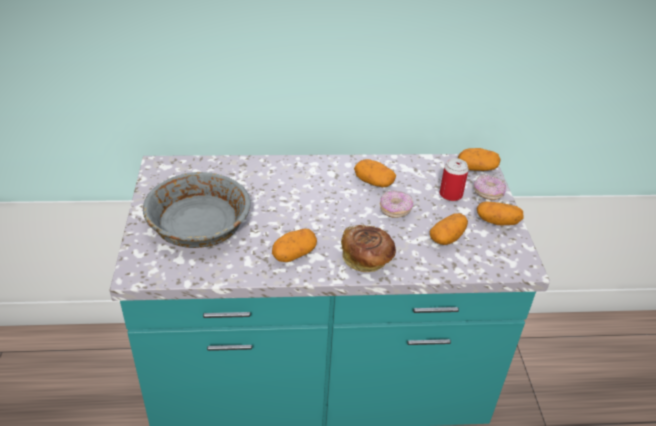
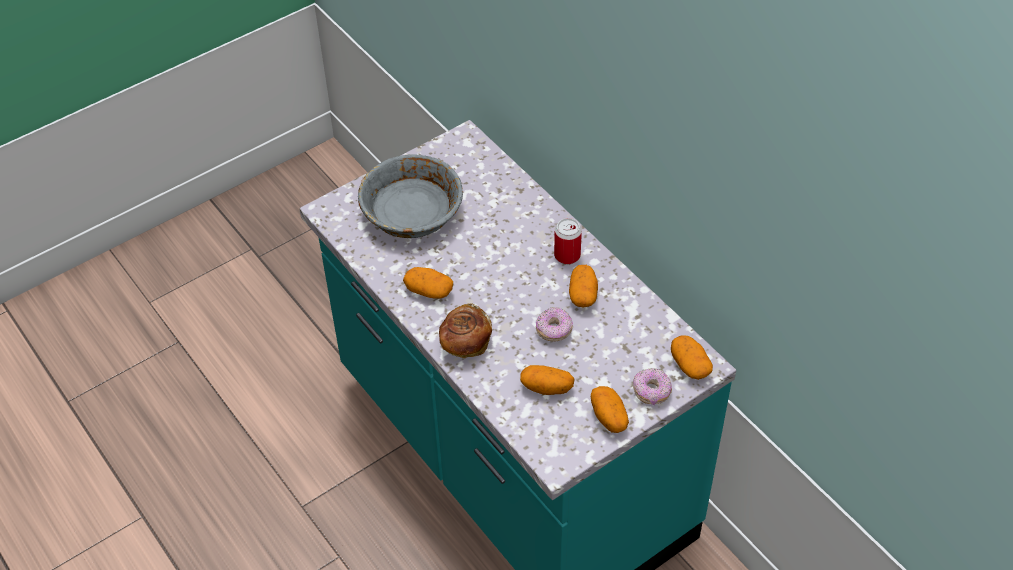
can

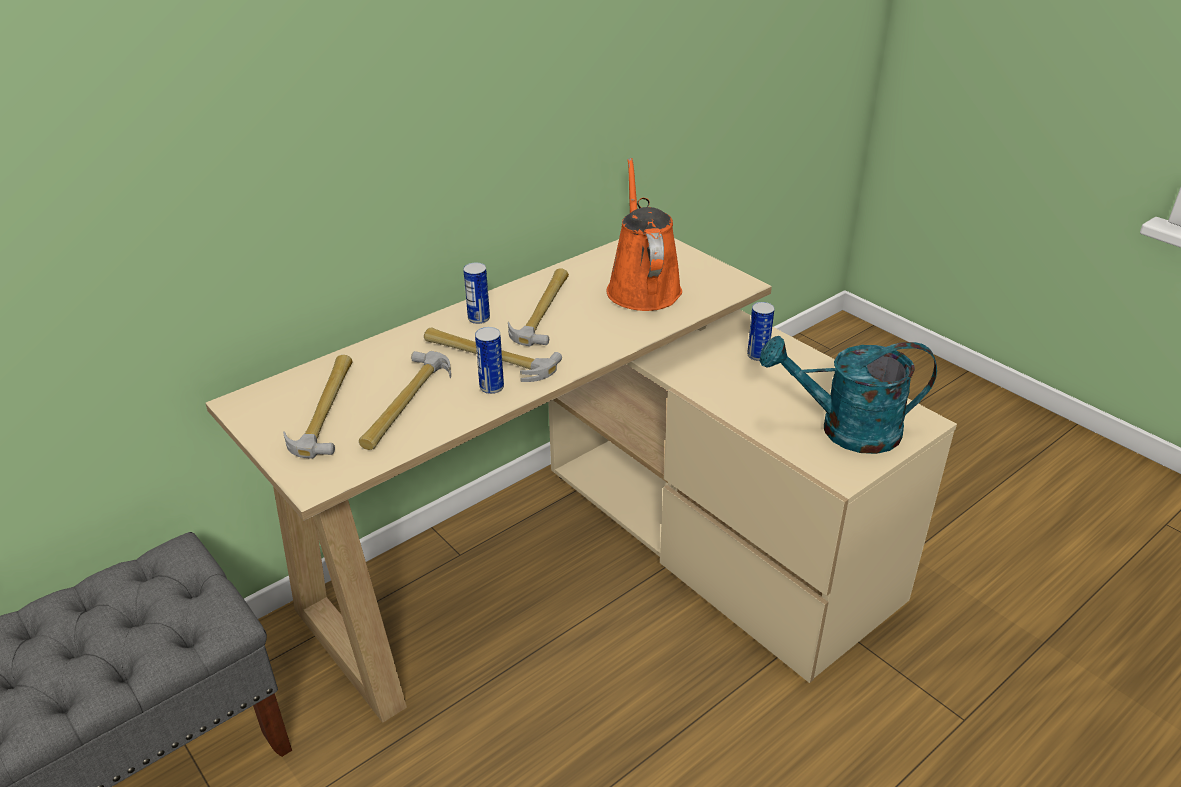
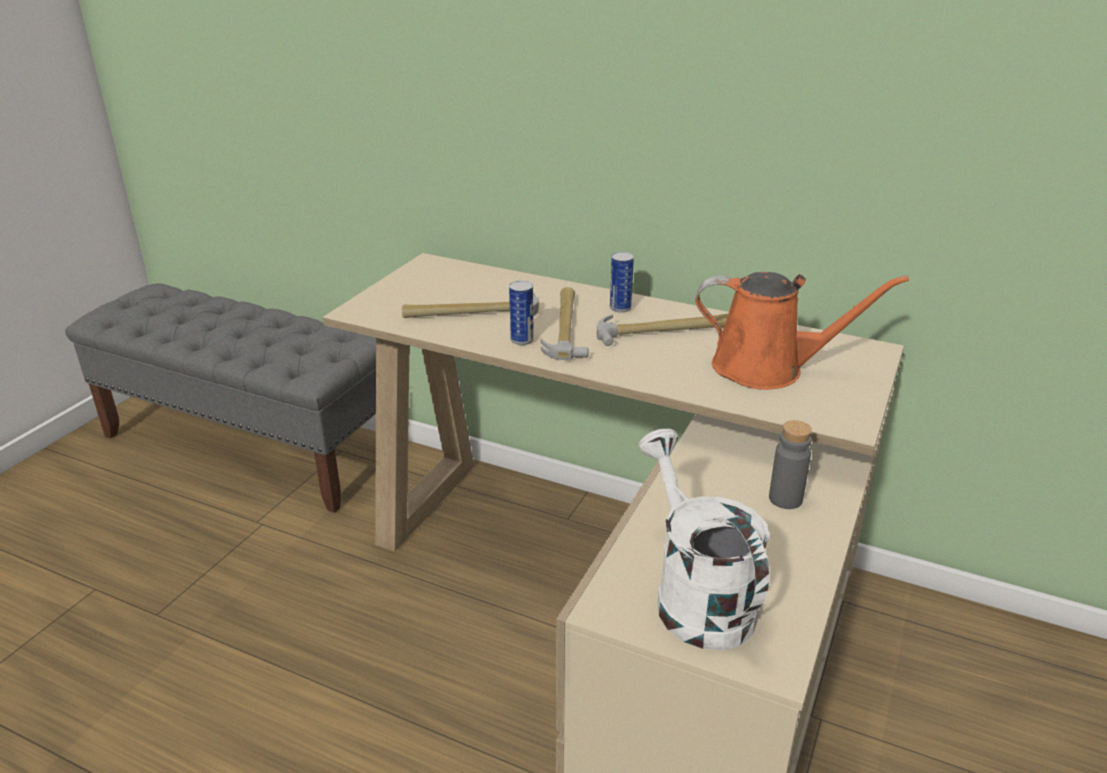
hammer (1st from left in the first image)
watering can/orange
bottle/grey
watering can/white

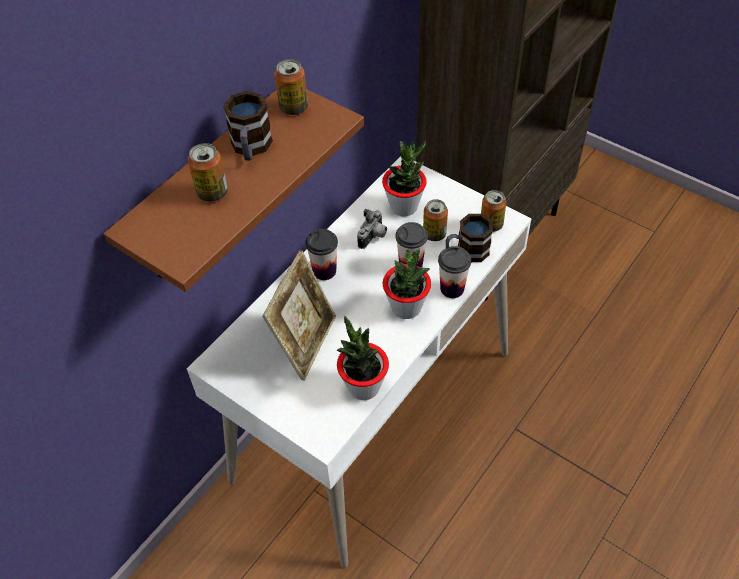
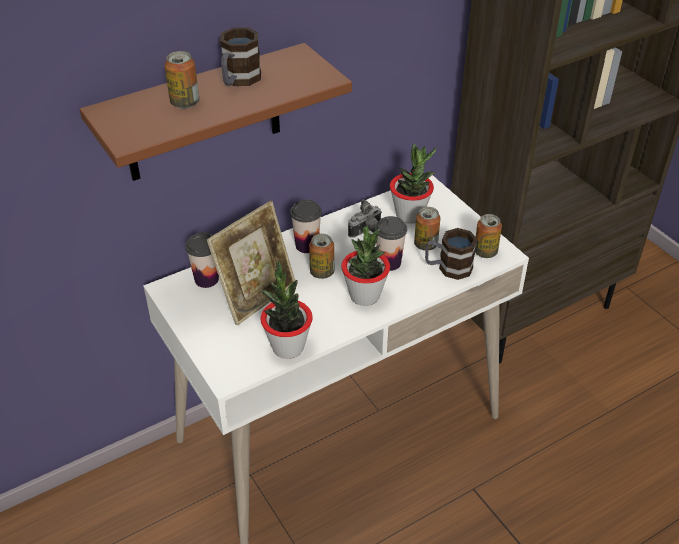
can (2nd from left)
cup (1st from left)

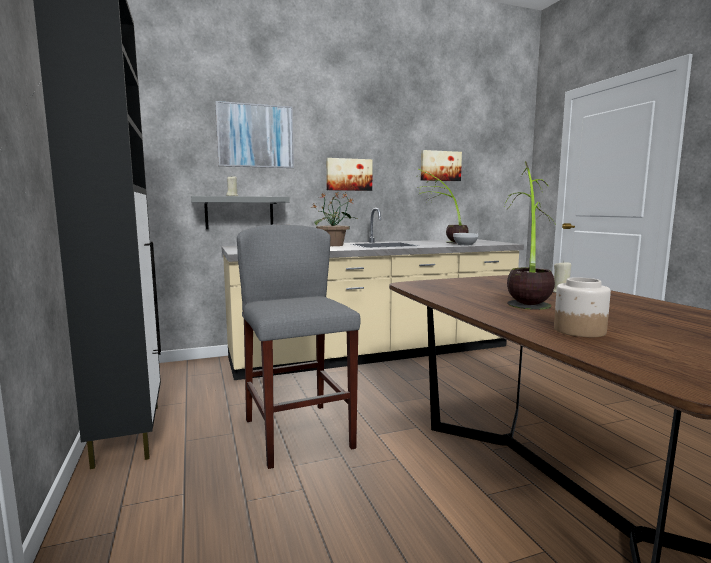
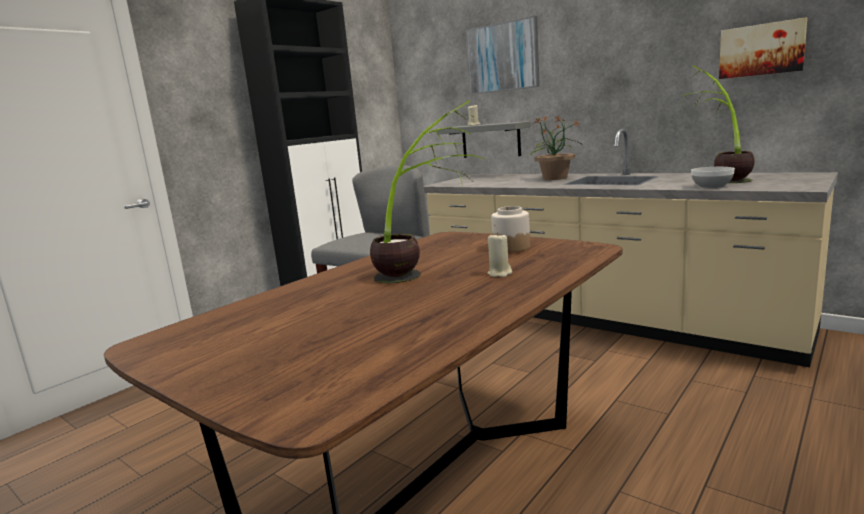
picture (2nd from left in the first image)
jar

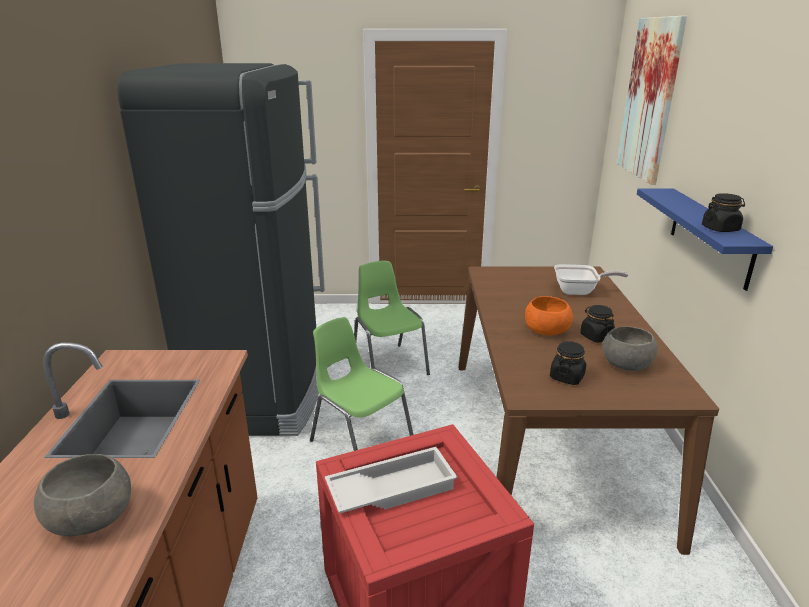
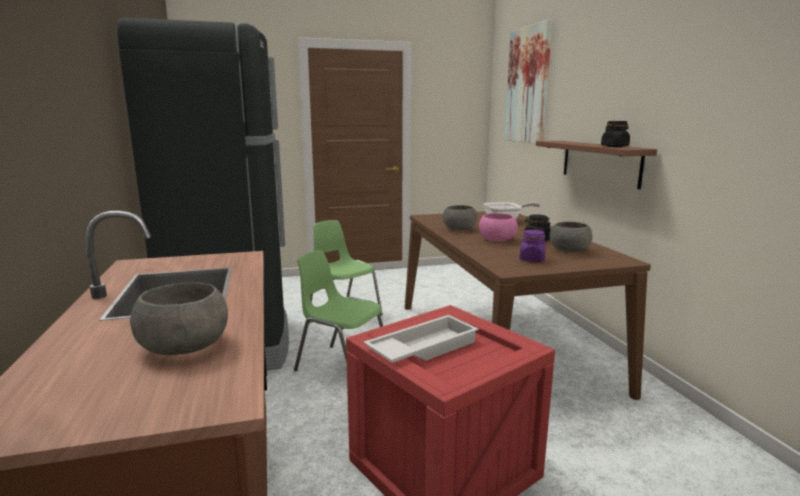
bowl/pink
jar/purple
shelf/brown
bowl/grey (2nd from left)

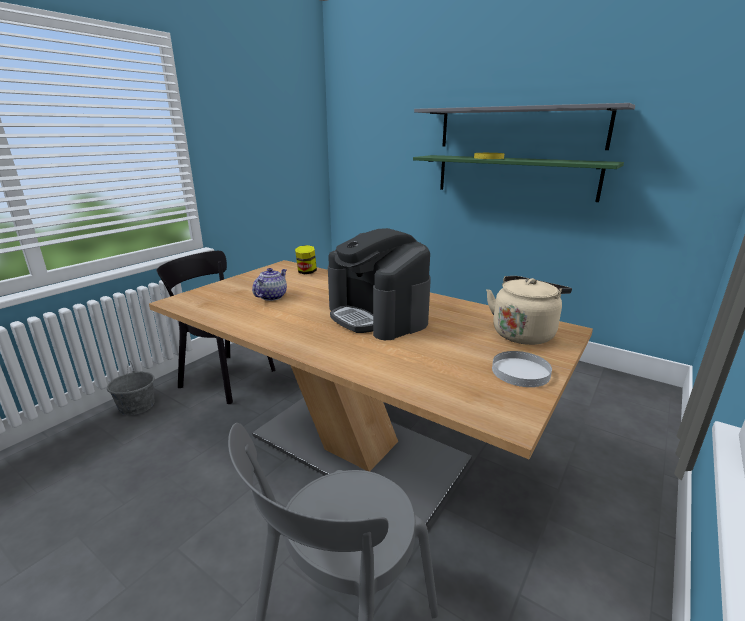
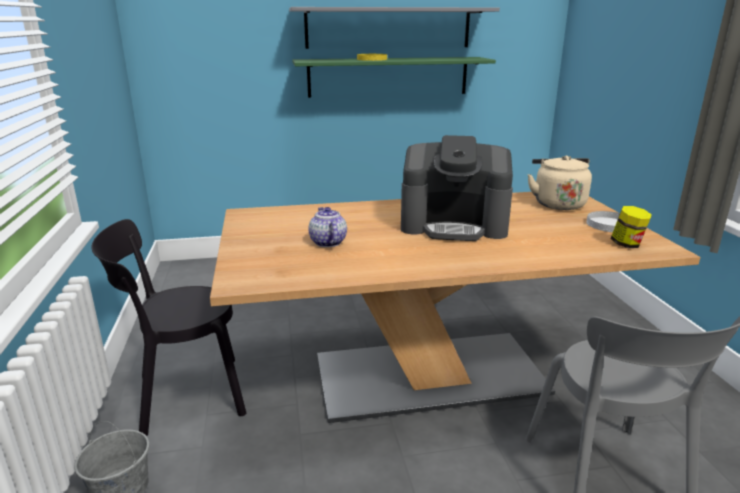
jar

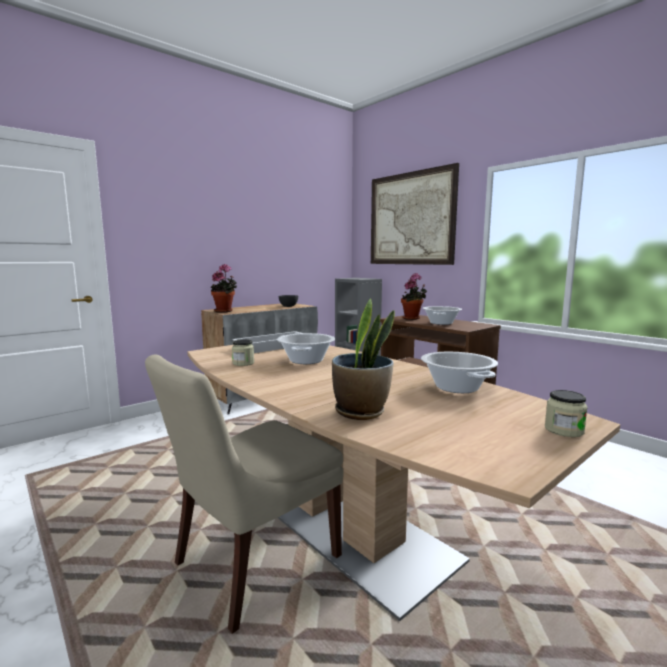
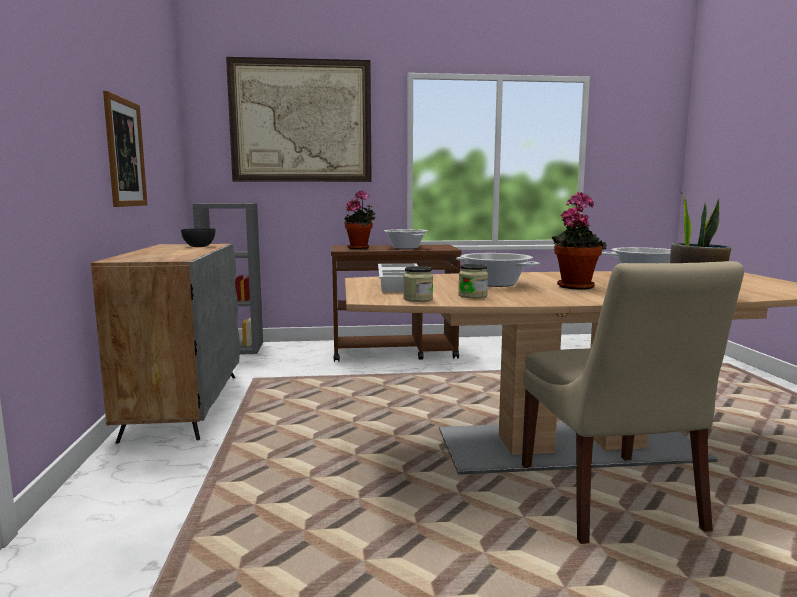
potted plant (2nd from left)
jar (1st from left)
picture (1st from left)

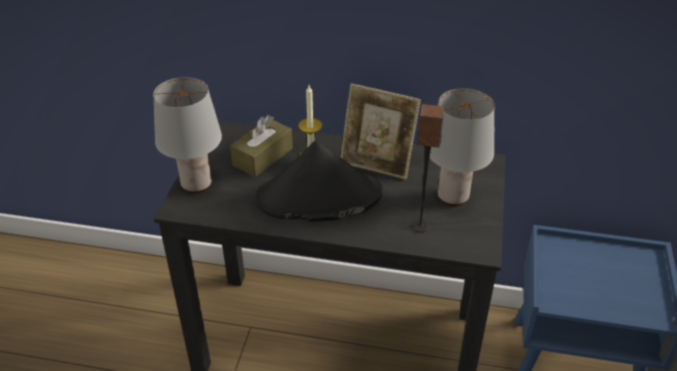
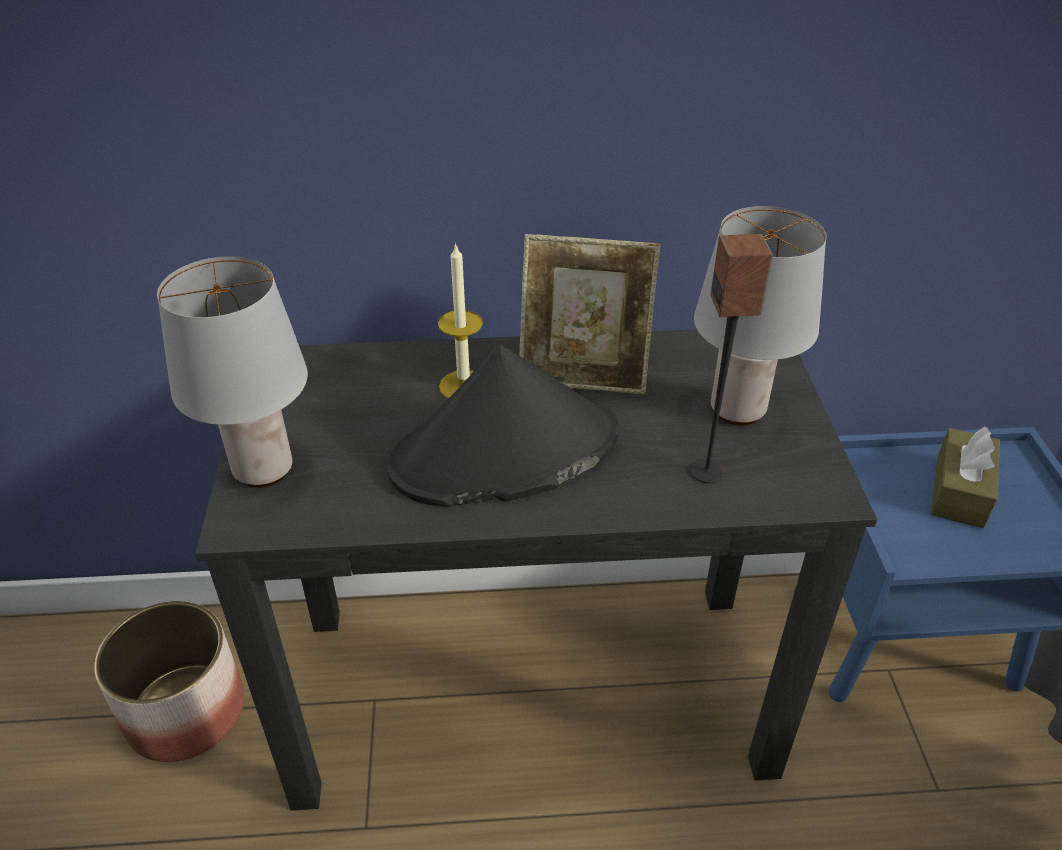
tissue box/brown
planter

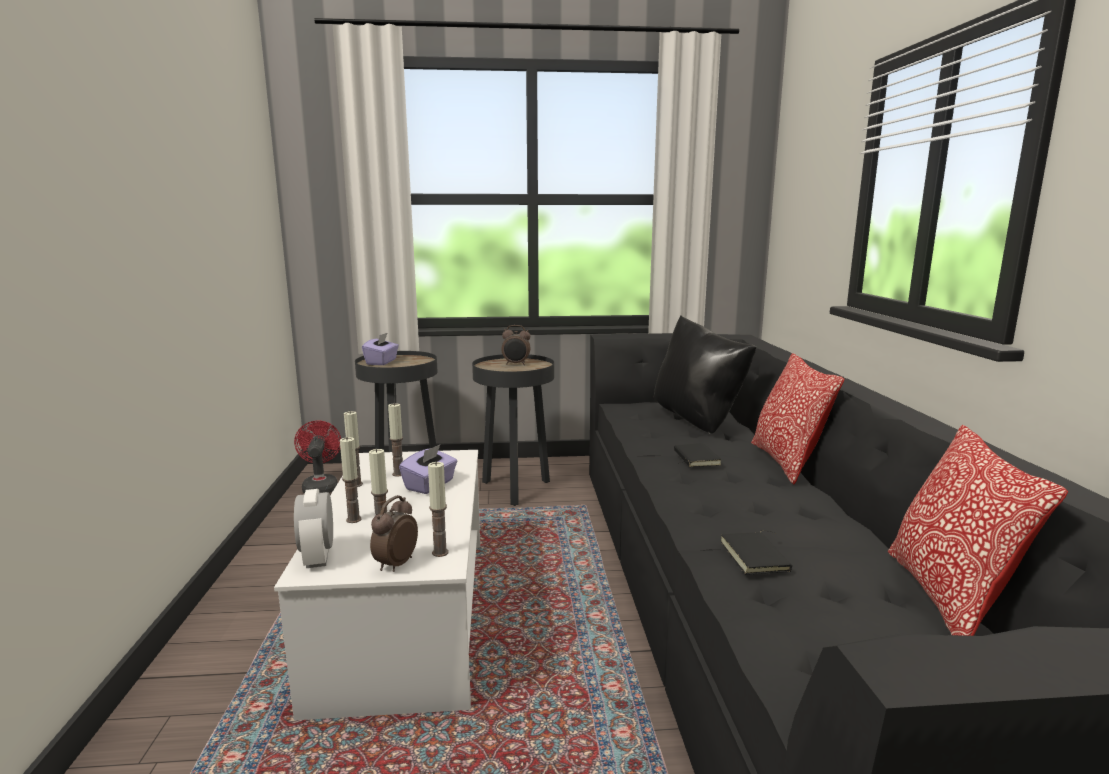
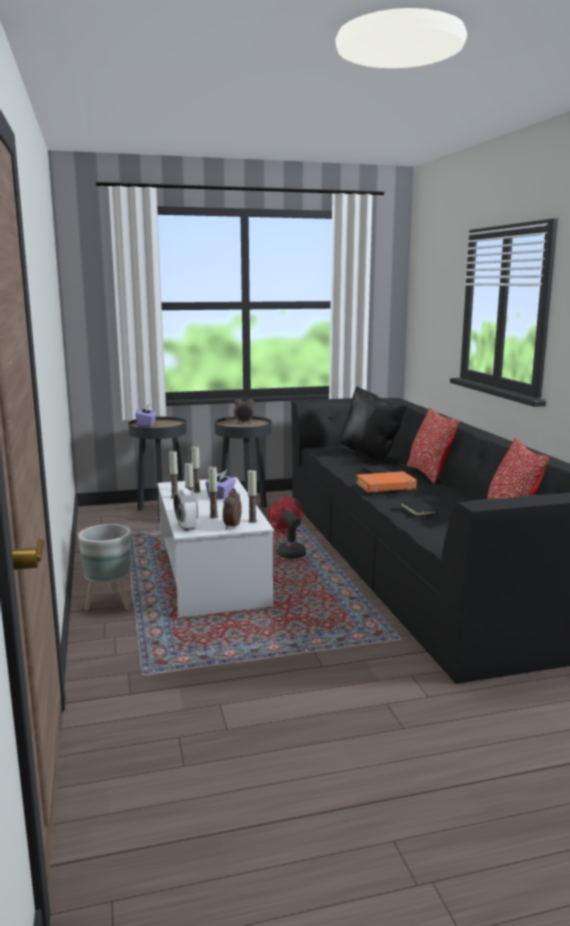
fan/red
planter/grey
book/orange

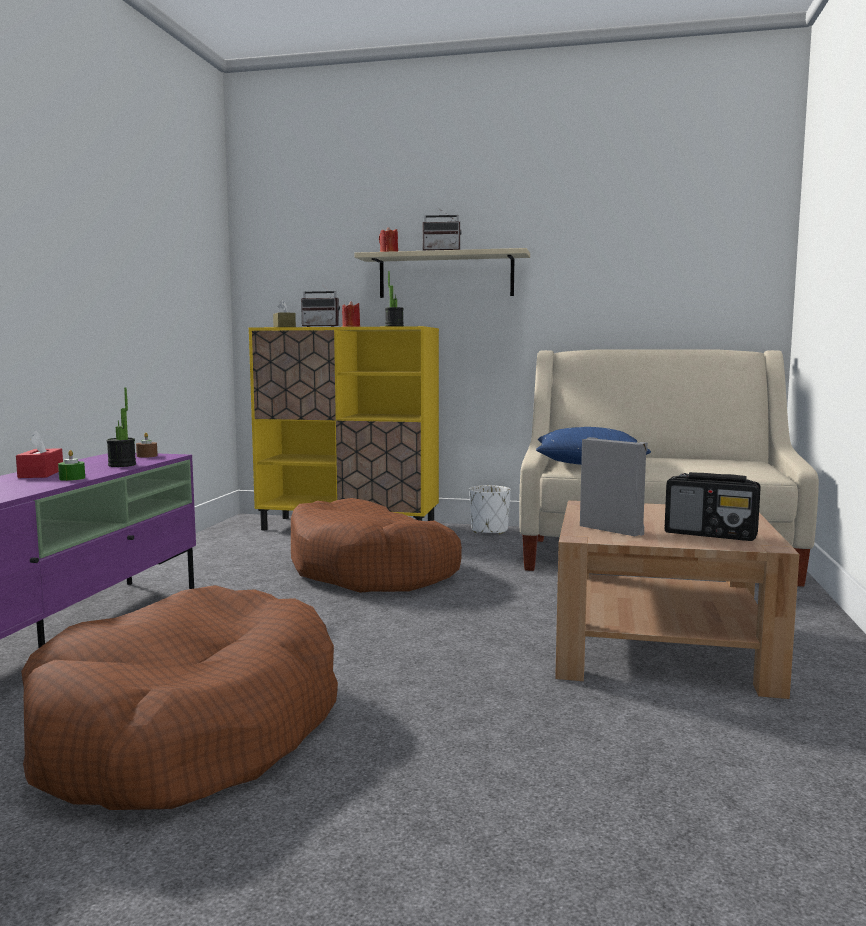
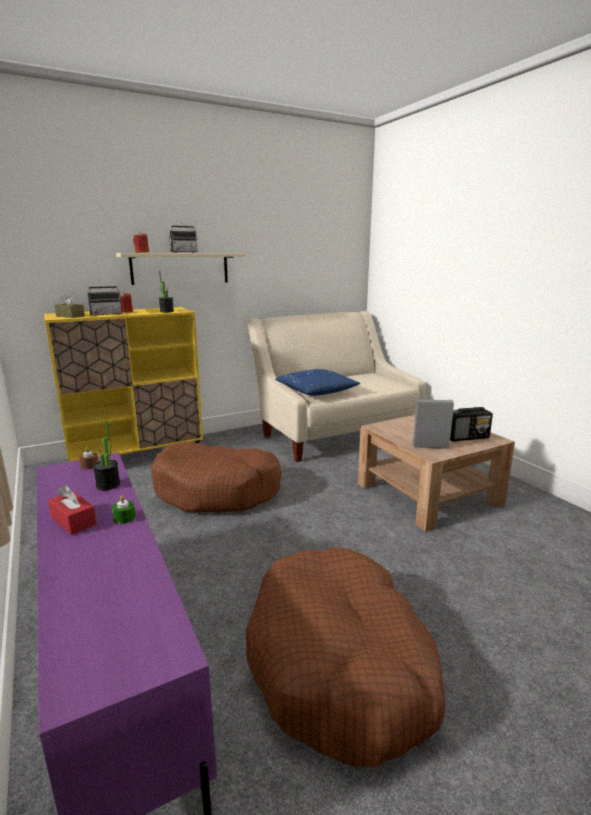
planter/white

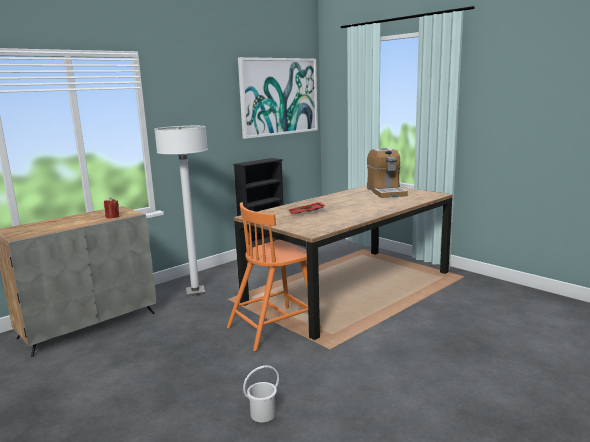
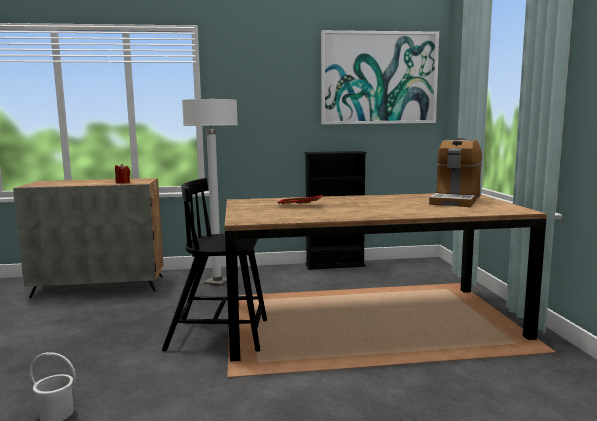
chair/black

